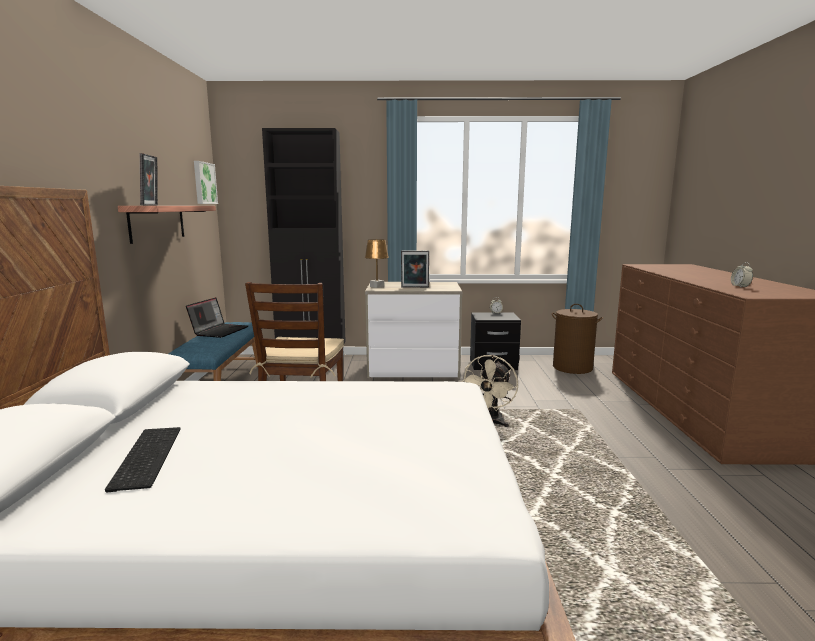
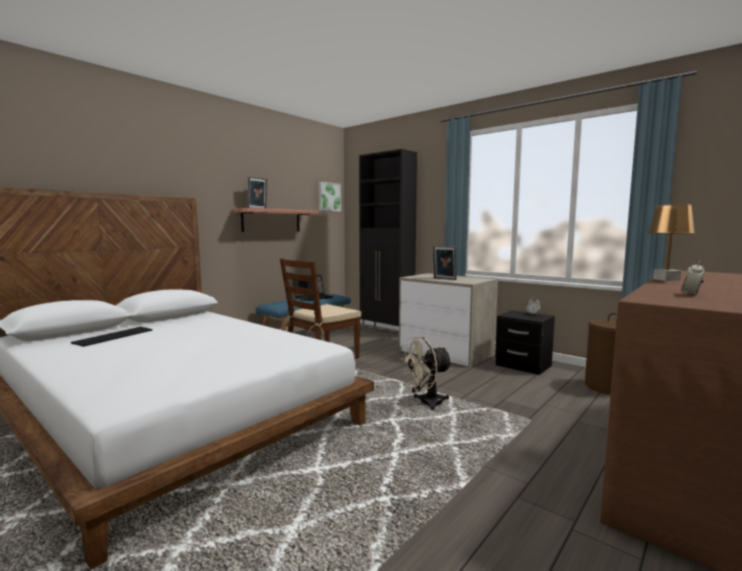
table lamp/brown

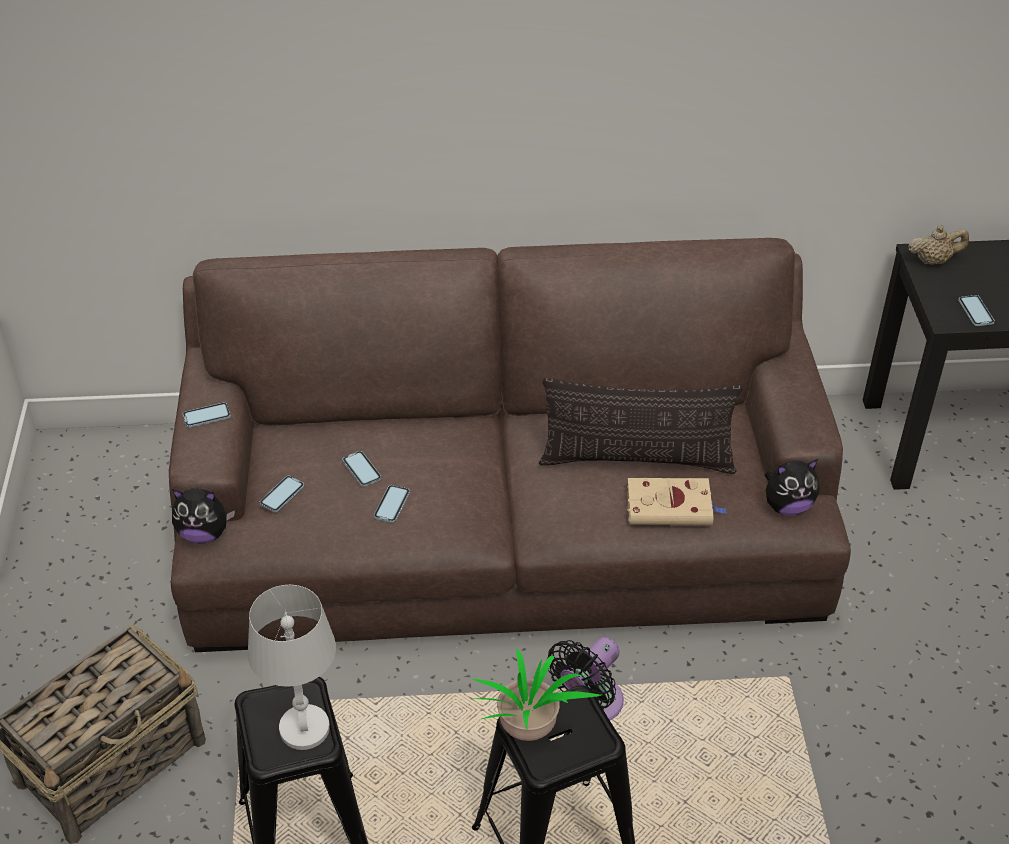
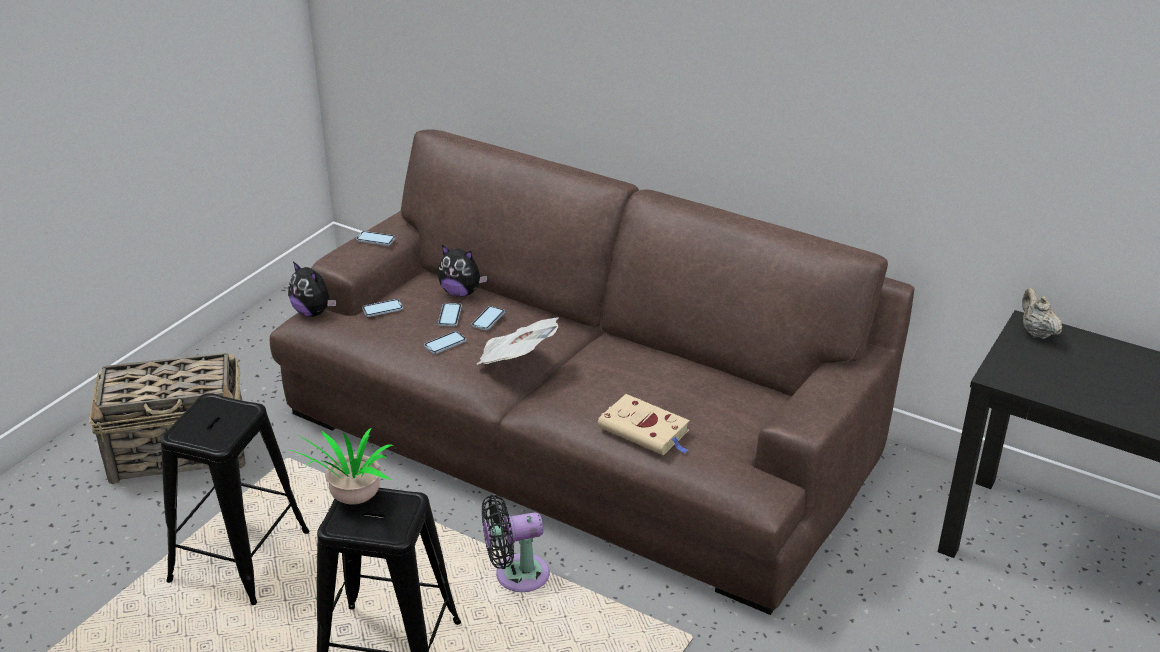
table lamp/white
pillow
plush toy (2nd from left)
teapot/beige
phone (5th from left)
newspaper

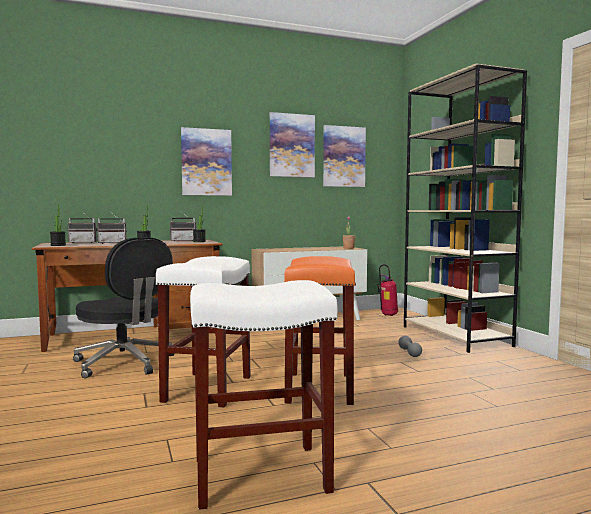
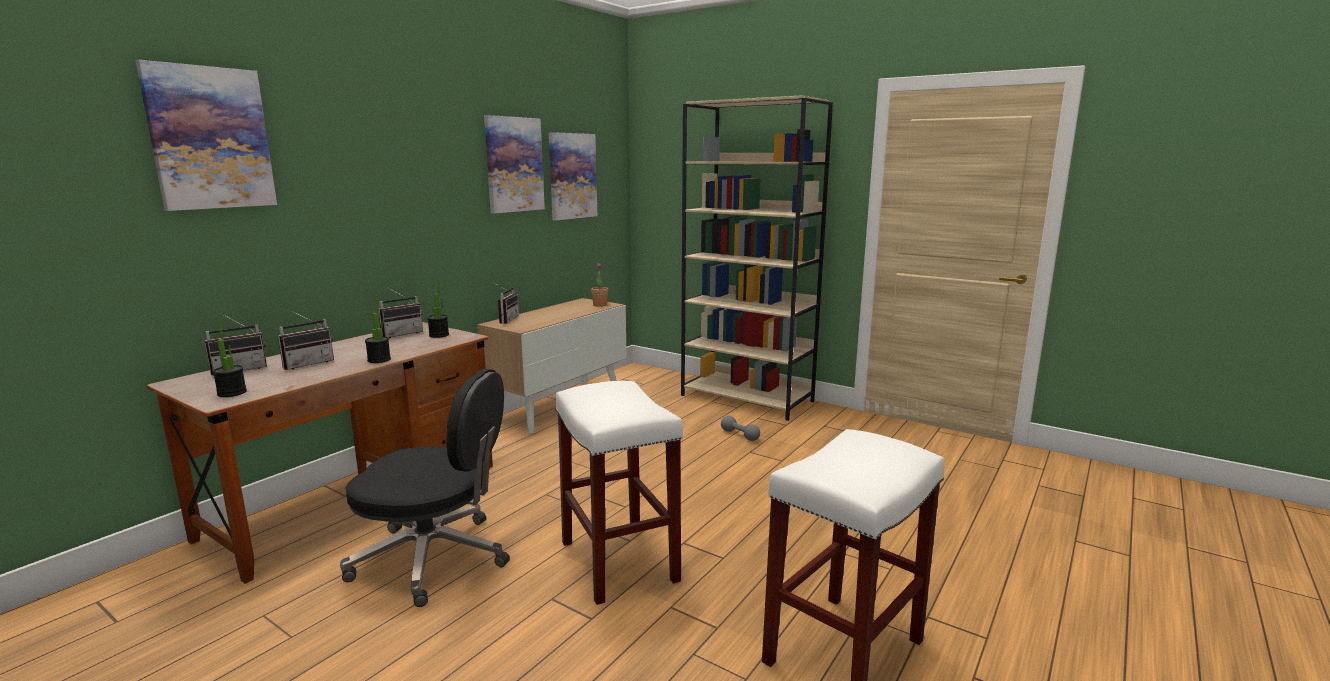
picture (1st from left)
stool/orange
fire extinguisher
radio (4th from left)

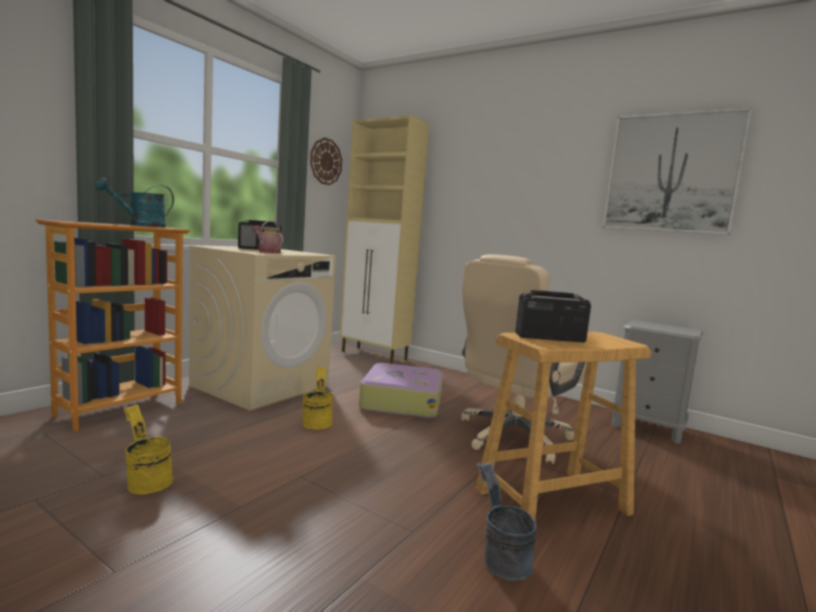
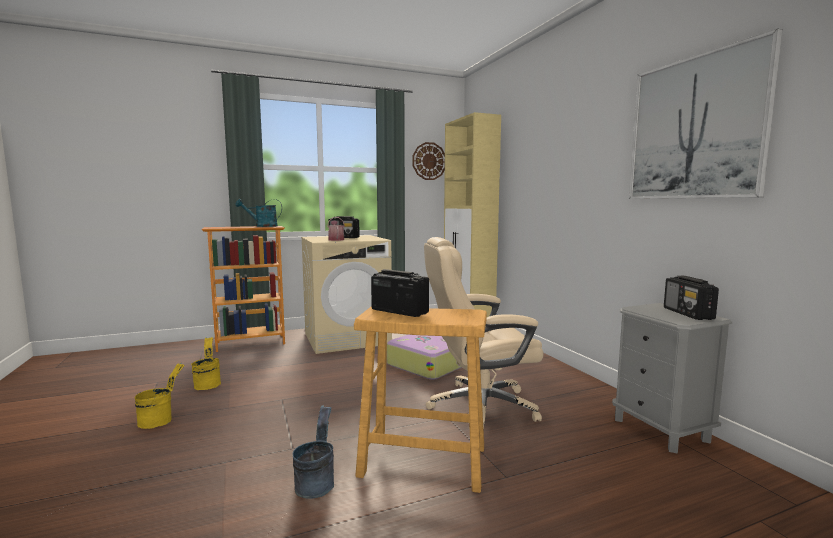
bucket/yellow (1st from left)
radio (3rd from left)

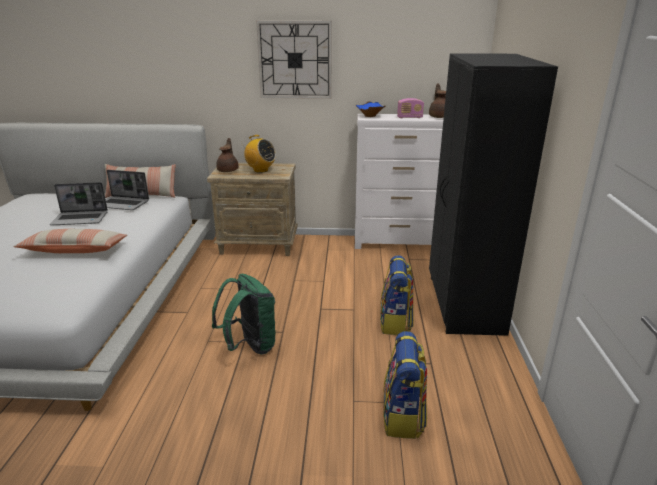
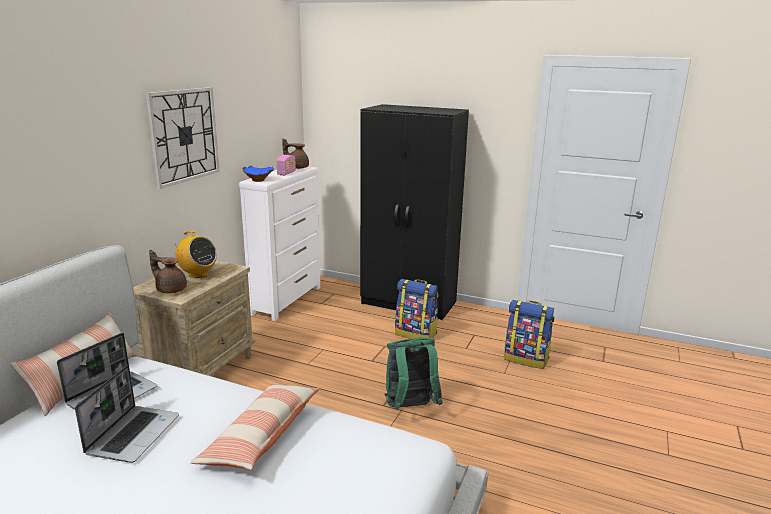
radio (1st from left)

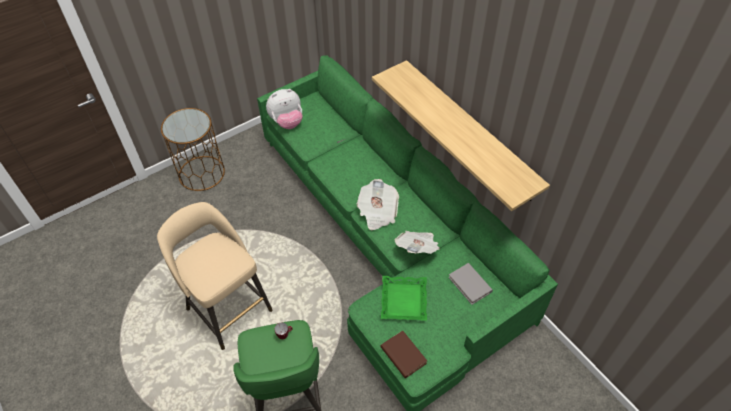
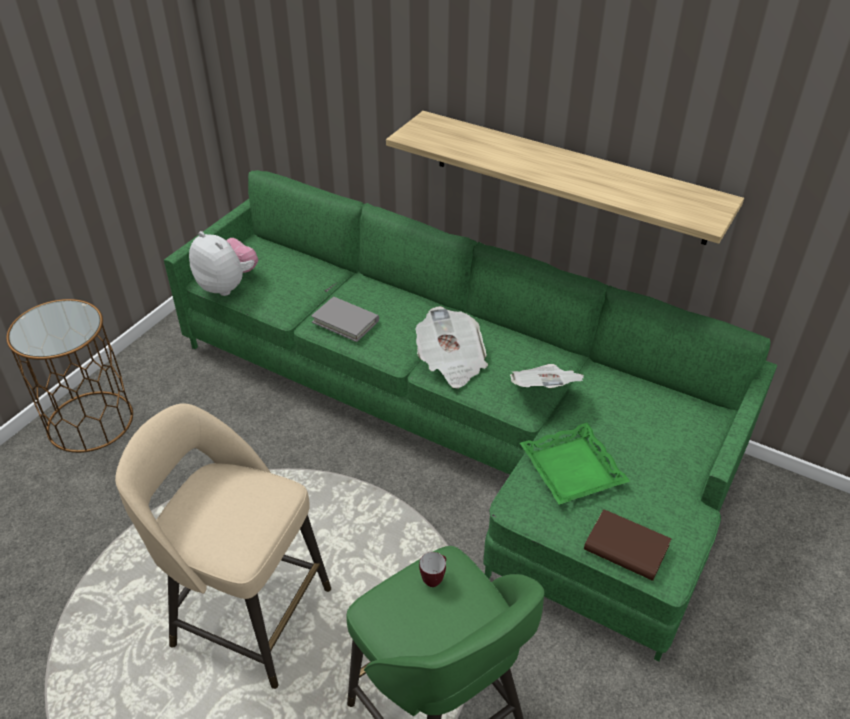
plush toy
book/grey

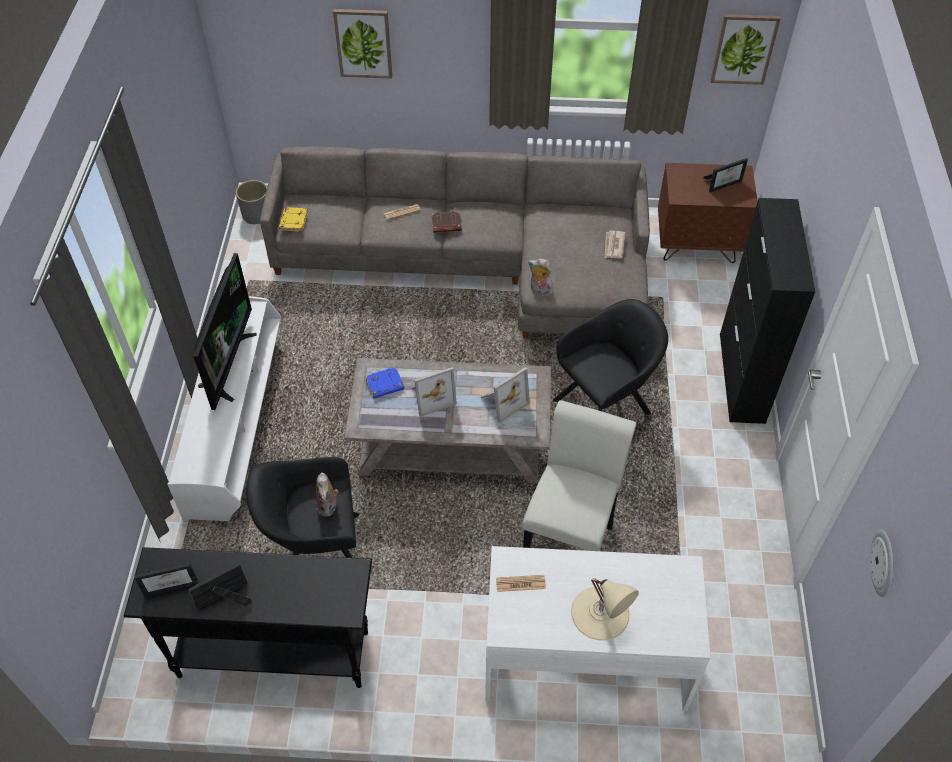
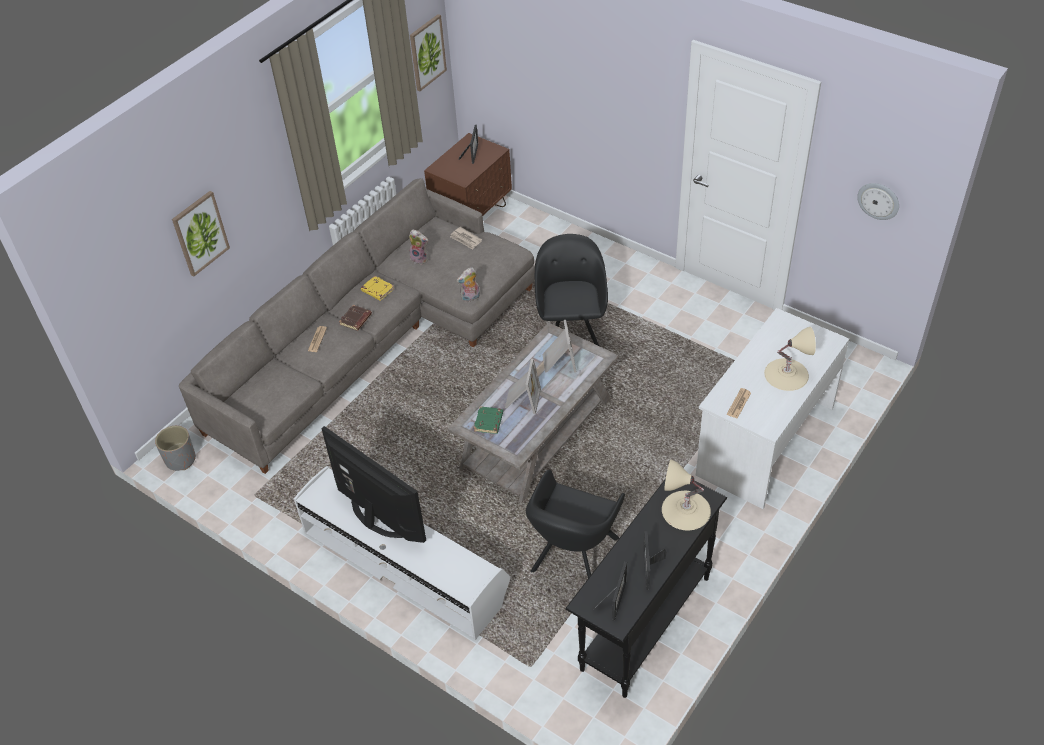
book/yellow
plush toy (1st from left)
book/green
chair/white
cabinet/black
table lamp/beige (1st from left)

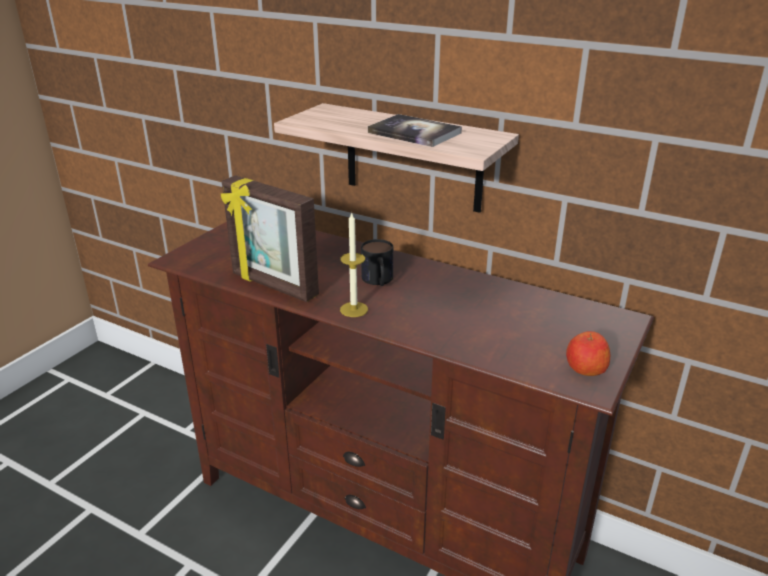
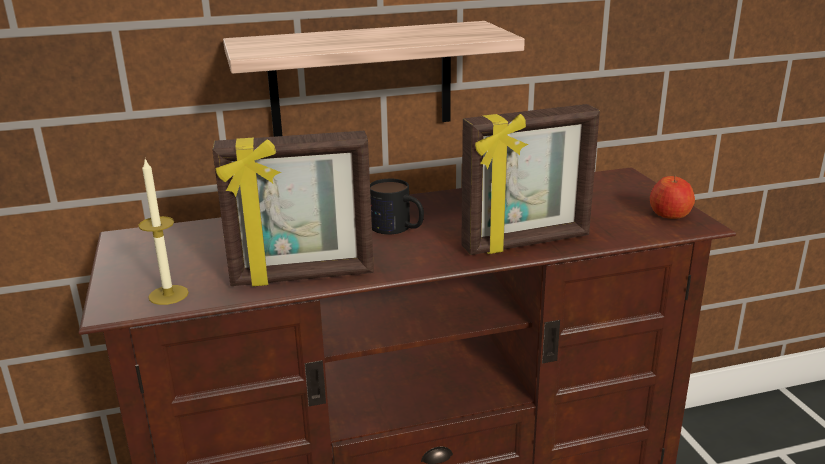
candle
book
picture frame (2nd from left)

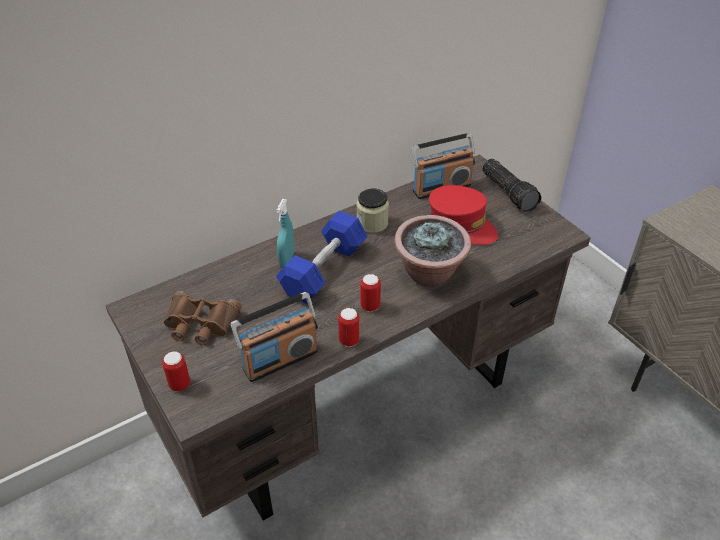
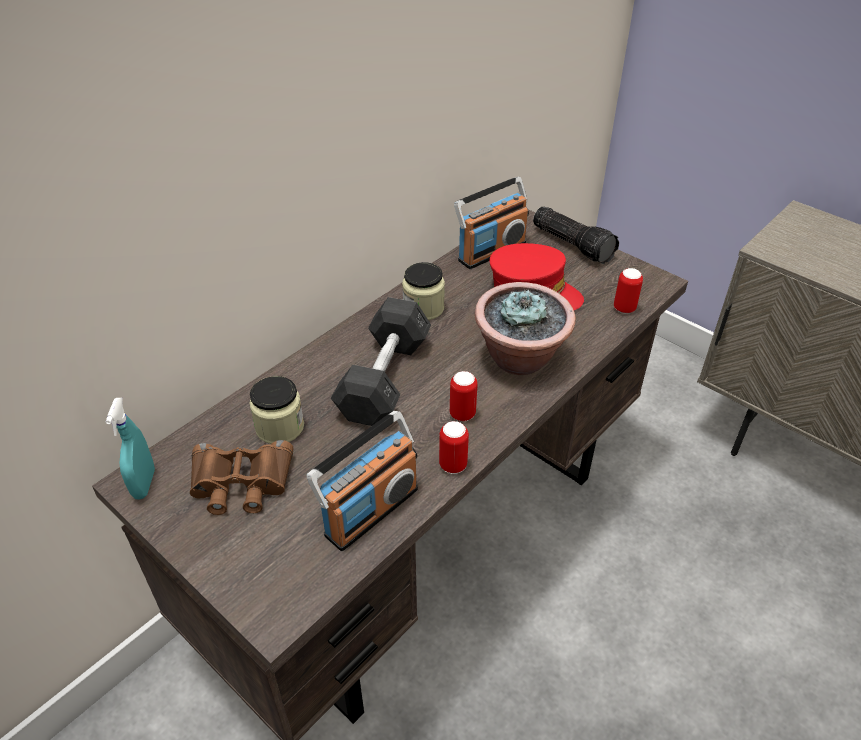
can (3rd from left)
spray bottle/turquoise
dumbbell/grey
jar (1st from left)

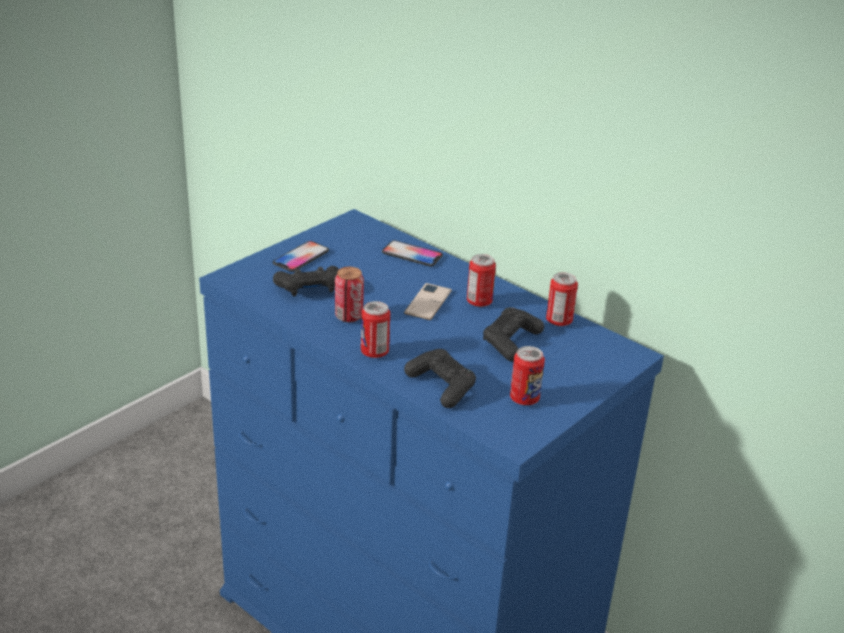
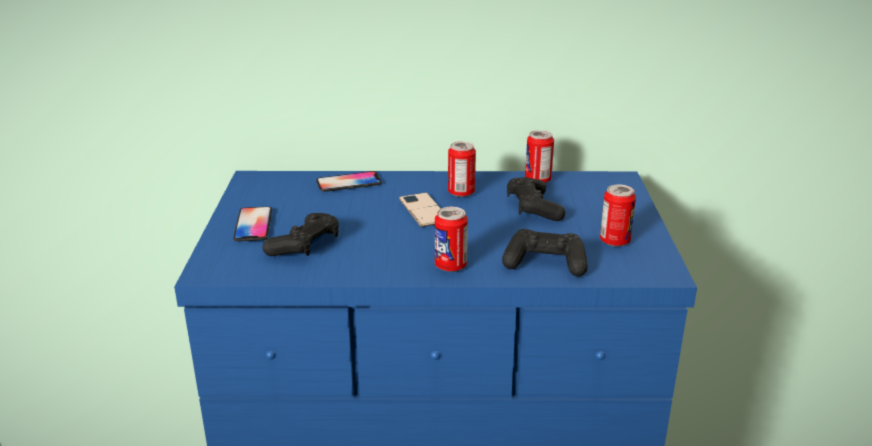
can (1st from left in the first image)

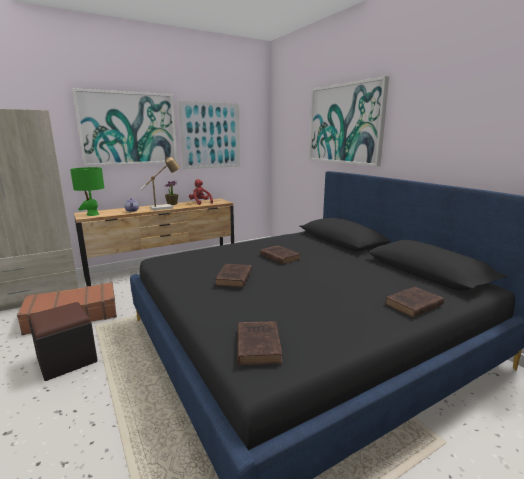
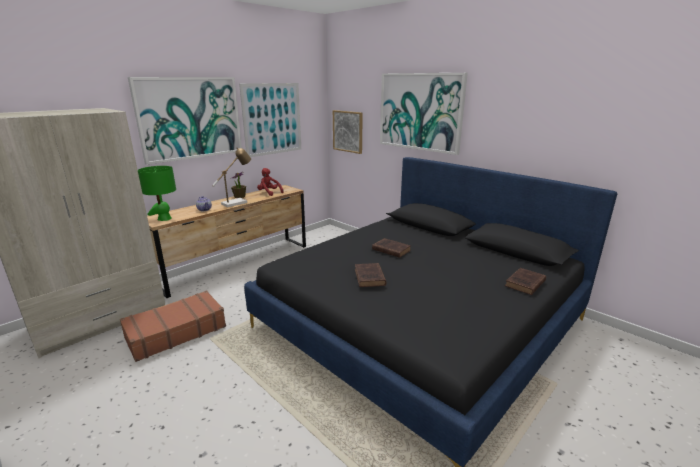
ottoman/black
book/brown (2nd from left in the first image)
picture (3rd from left)

